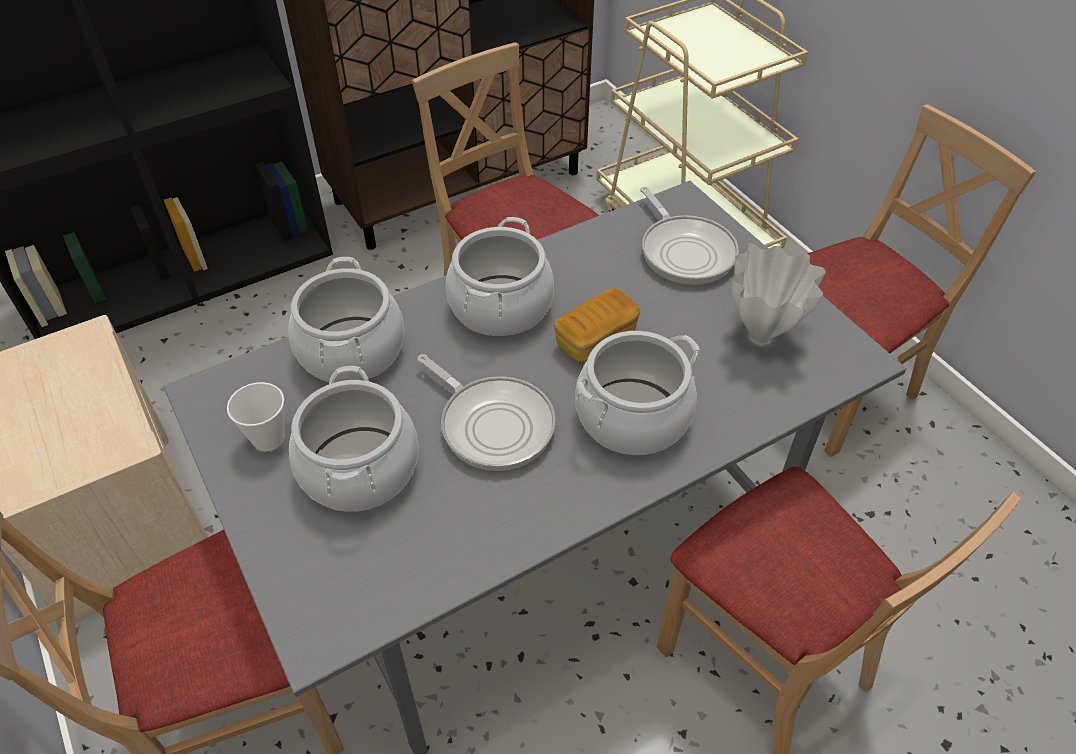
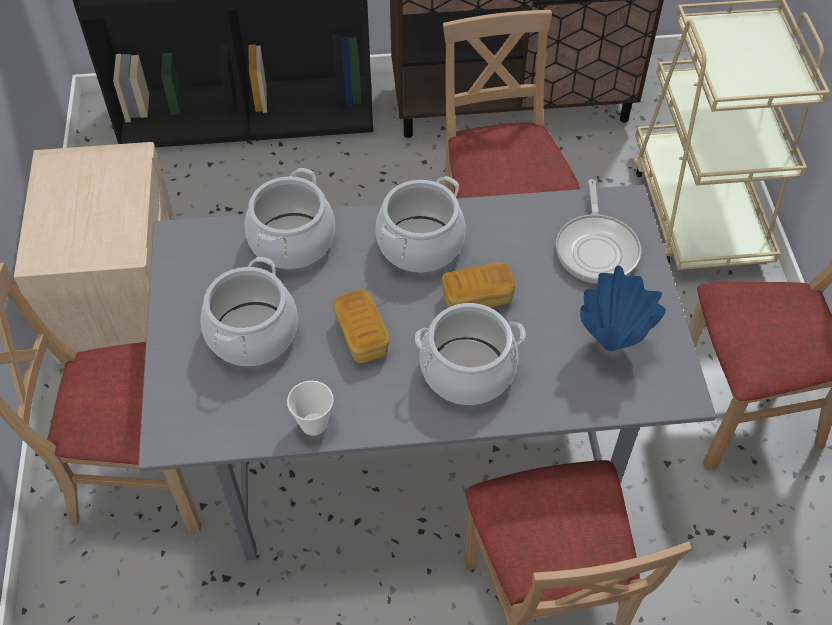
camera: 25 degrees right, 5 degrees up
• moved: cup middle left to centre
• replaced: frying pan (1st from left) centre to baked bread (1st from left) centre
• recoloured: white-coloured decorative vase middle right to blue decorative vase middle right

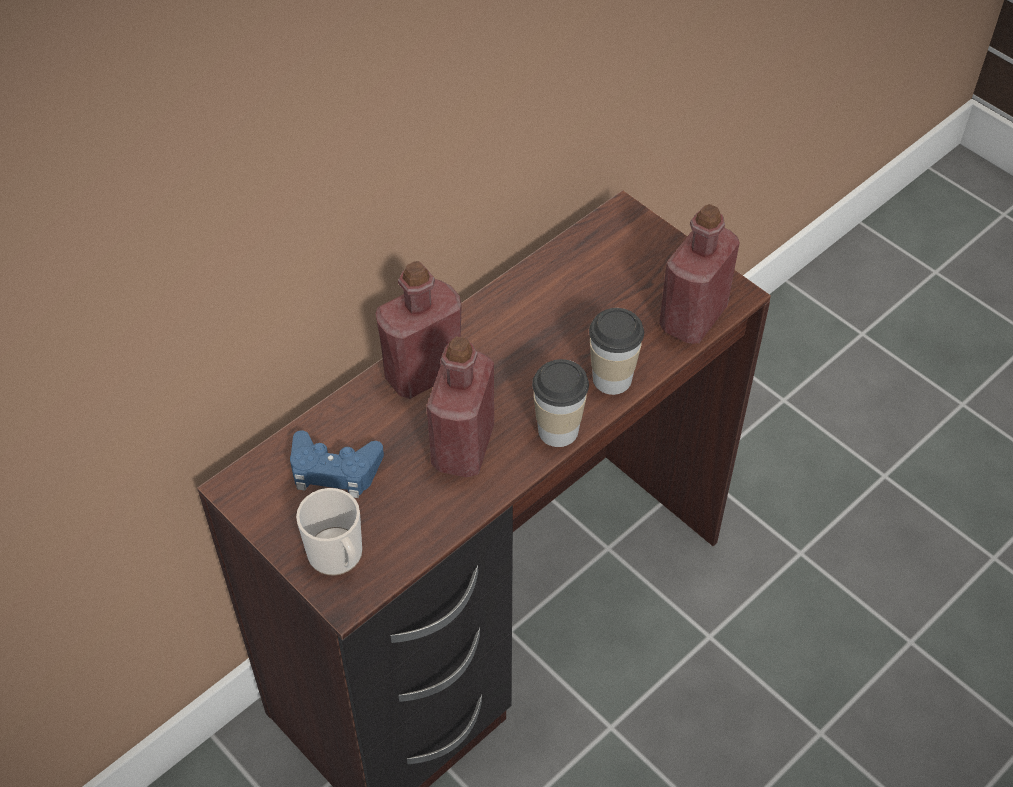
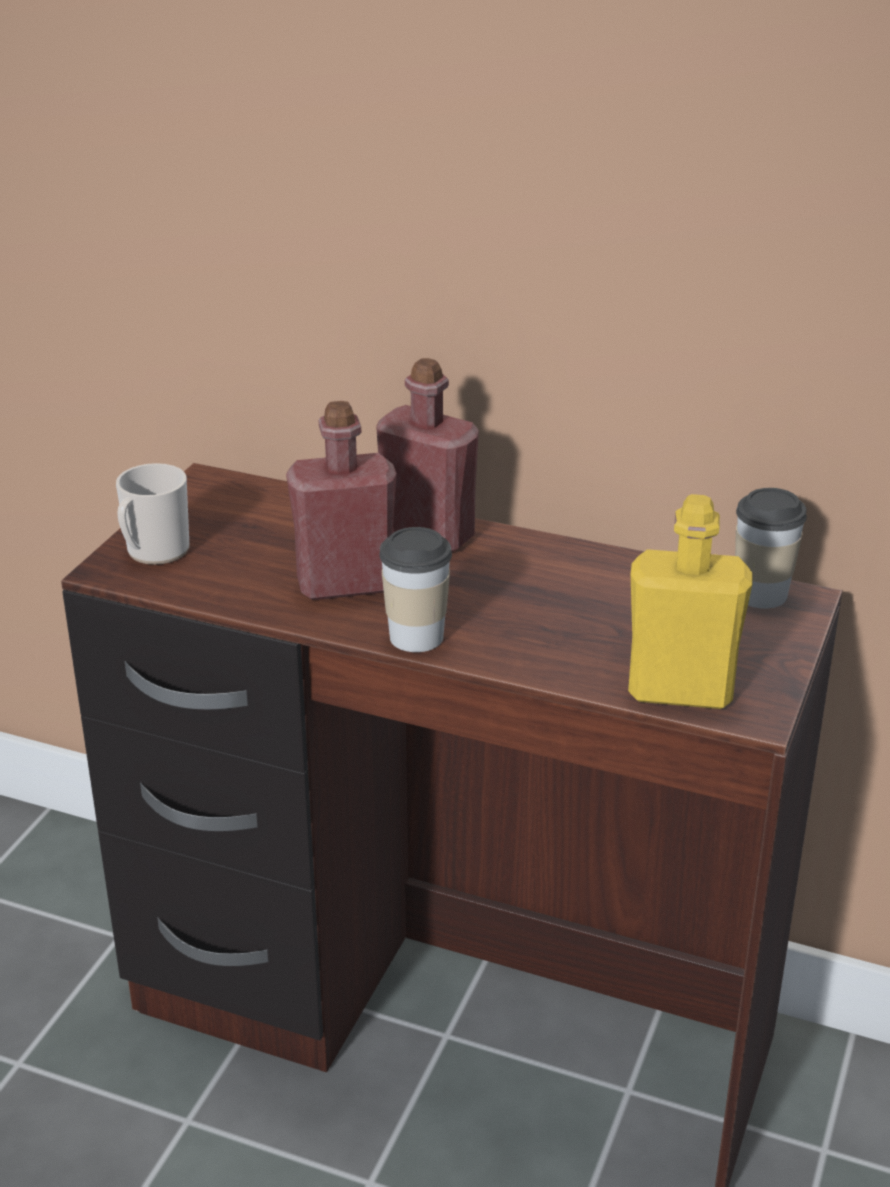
camera: 65 degrees right, 20 degrees down
• recoloured: red-coloured bottle (3rd from left) middle right to yellowish bottle middle right
• moved: cup (2nd from left) centre to middle right
• removed: blue gamepad middle left

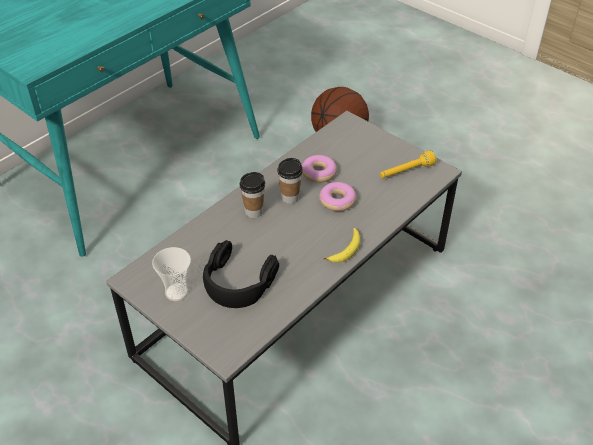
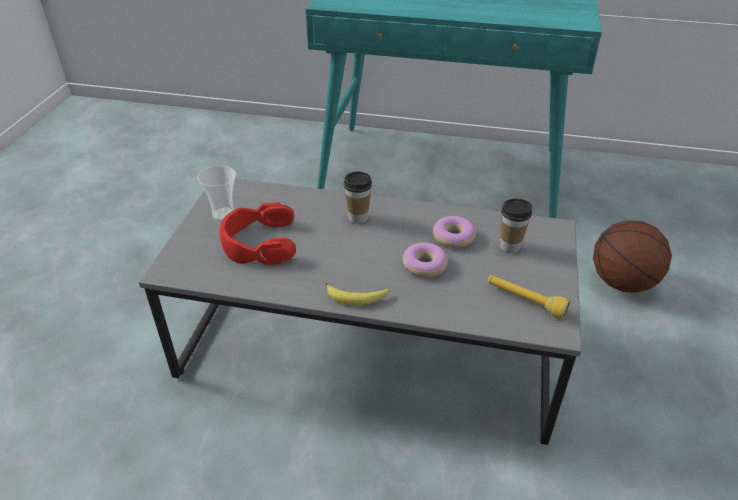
camera: 60 degrees right, 5 degrees down
• recoloured: black headphones centre to red-coloured headphones centre
• moved: cup (3rd from left) centre to middle right

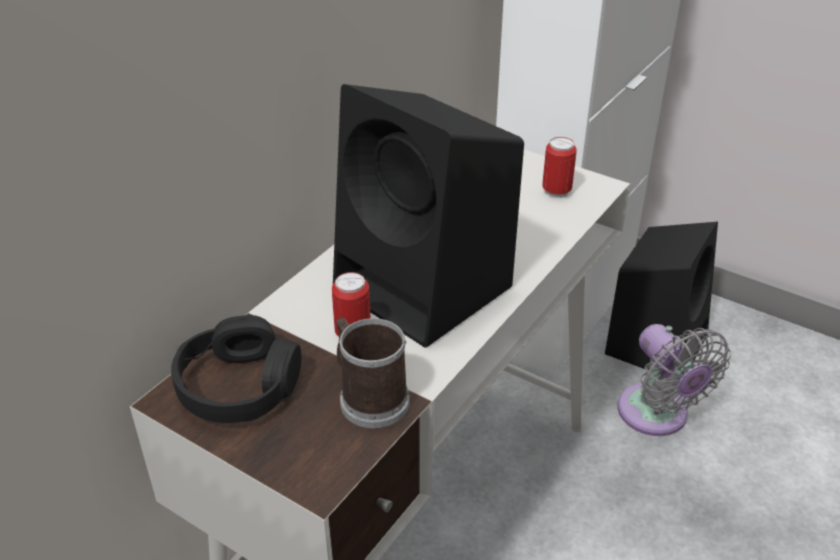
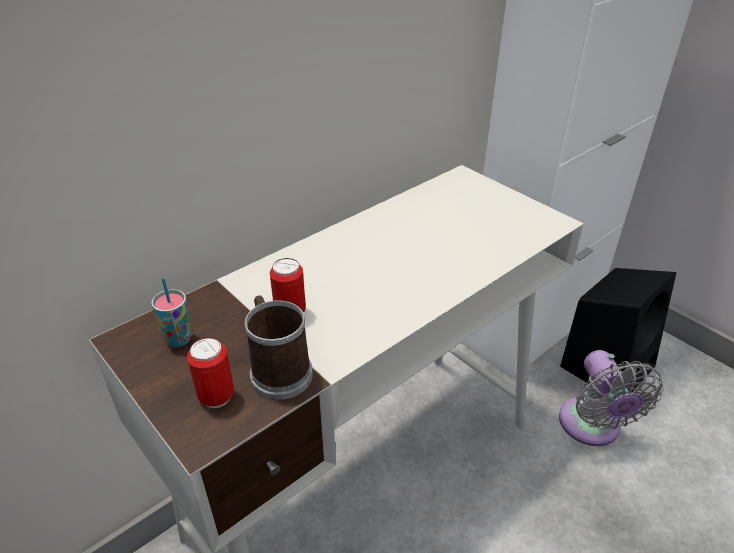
camera: 15 degrees right, 0 degrees up
• replaced: black headphones middle left to cup middle left
• moved: sealed can (2nd from left in the first image) top centre to sealed can (1st from left) bottom left
• removed: black speaker (1st from left) centre

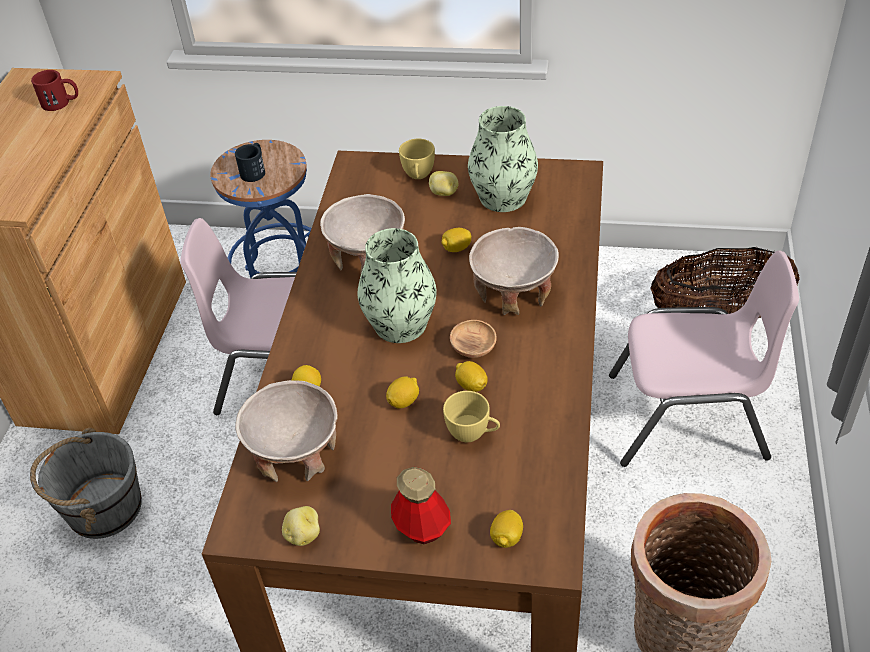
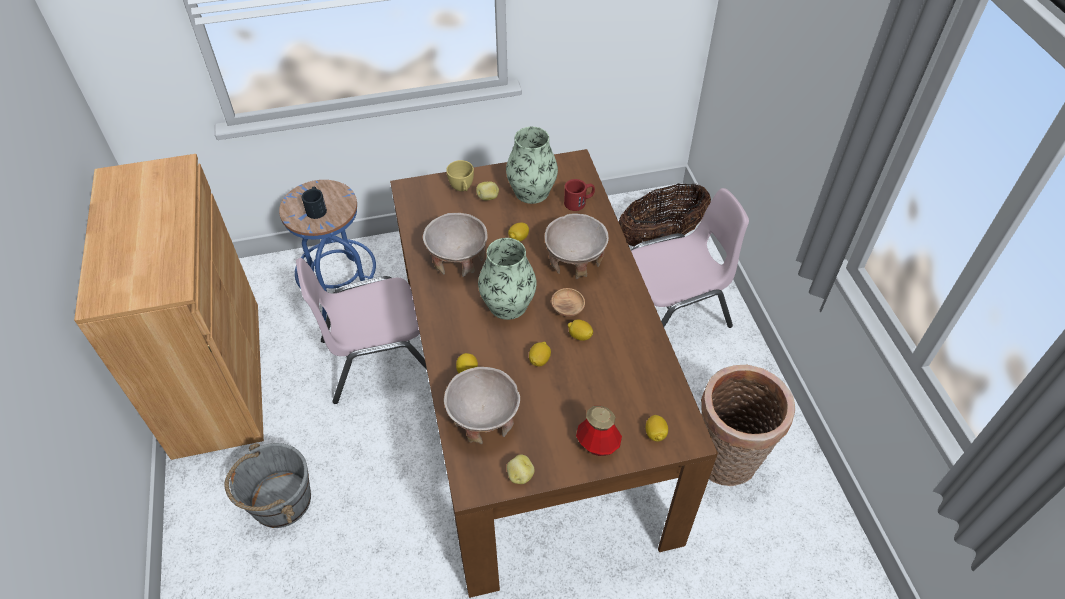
camera: 25 degrees left, 5 degrees up
• moved: red-coloured mug top left to top centre
• removed: yellowish cup (2nd from left) centre

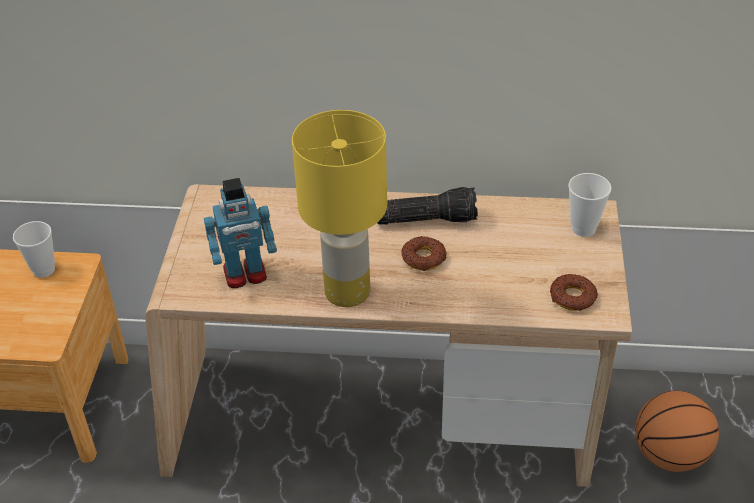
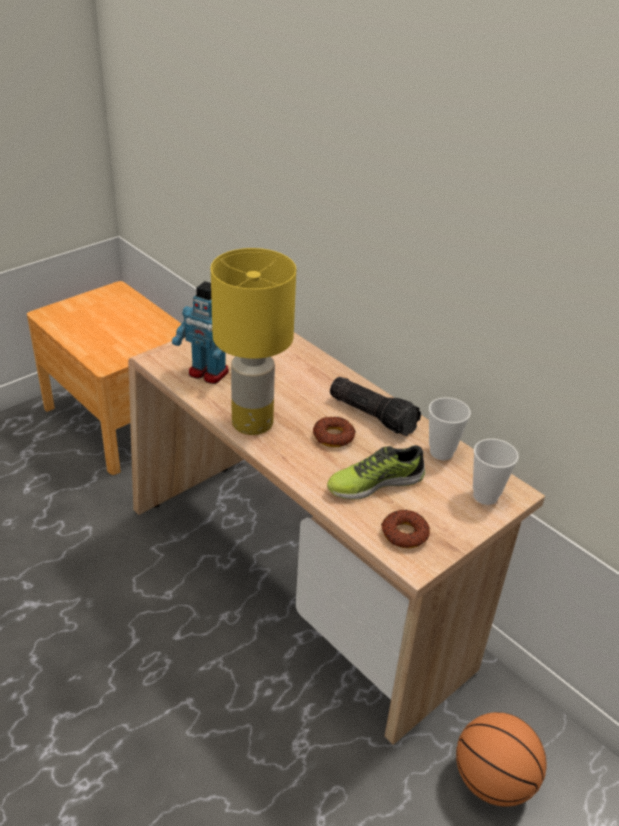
camera: 40 degrees right, 5 degrees down
• added: shoe centre
• moved: cup (1st from left) middle left to middle right

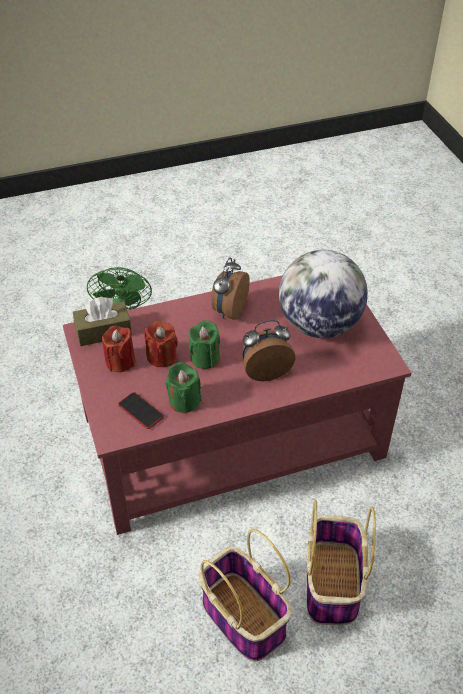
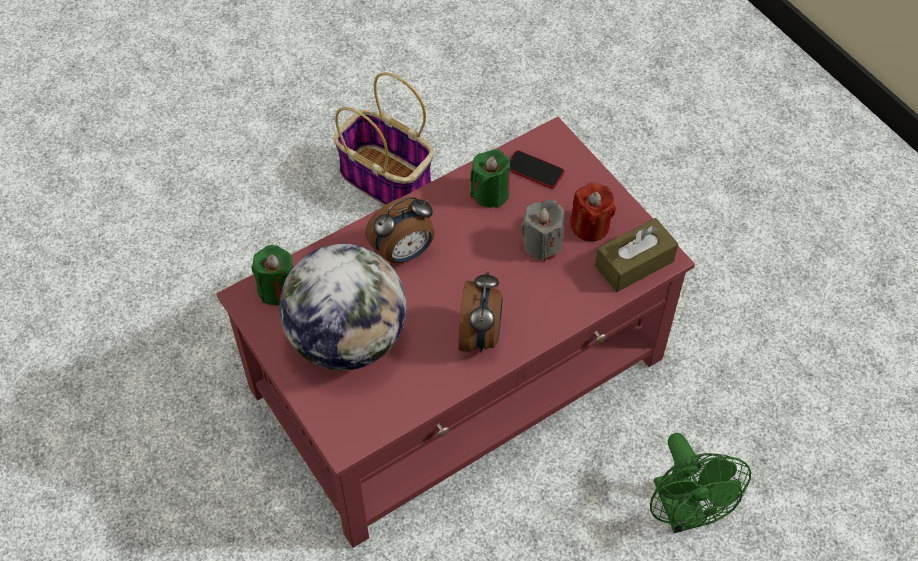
camera: 165 degrees right, 10 degrees up
• moved: greenish wax light (2nd from left in the first image) centre to greenish wax light (1st from left) middle left
• recoloured: red-coloured wax light (2nd from left) centre to greyish wax light centre
• removed: household basket (2nd from left) bottom right

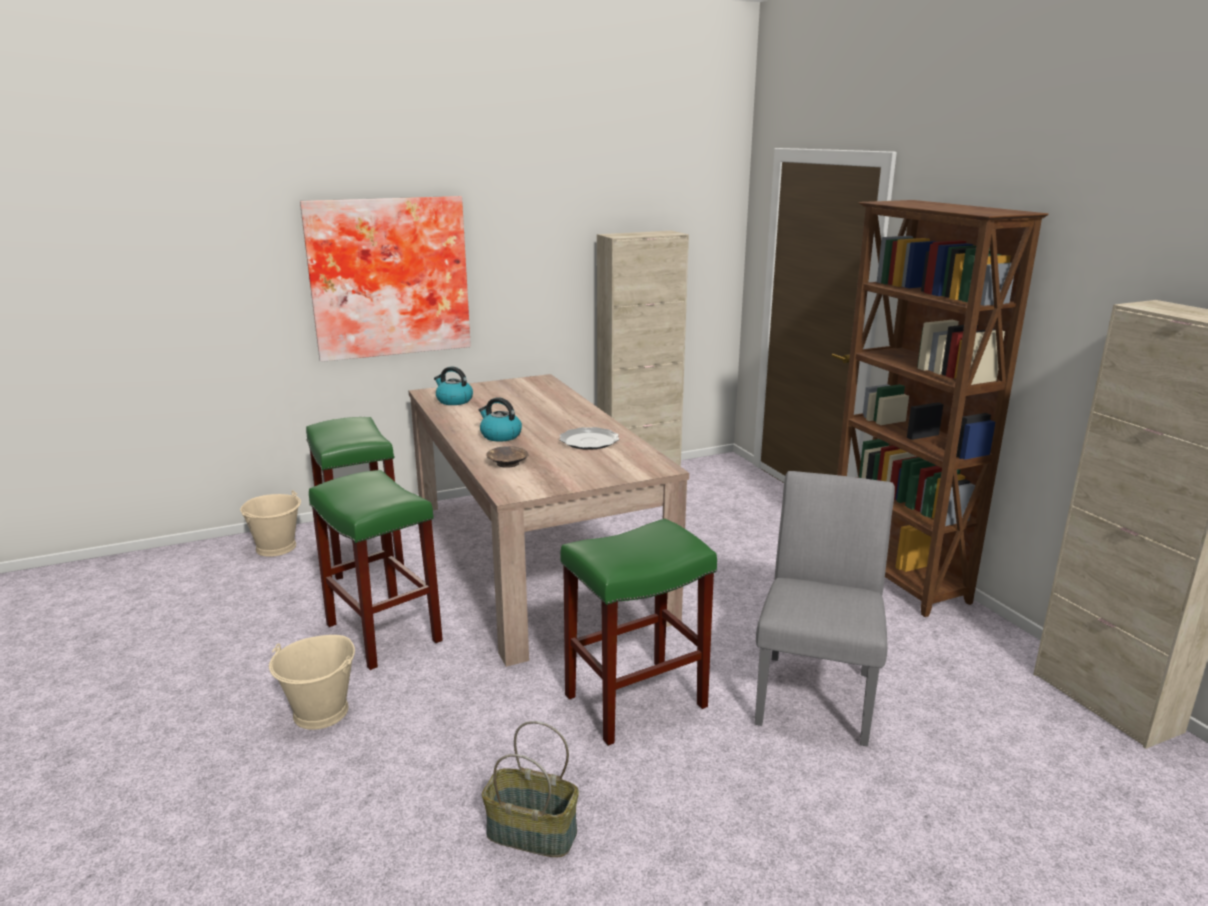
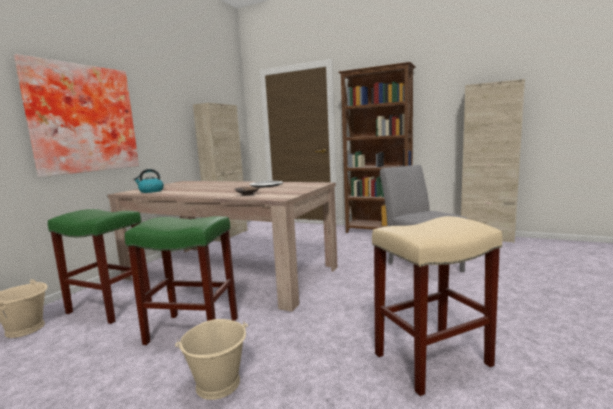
camera: 40 degrees left, 10 degrees down
• replaced: household basket bottom centre to beige-coloured stool bottom right
• removed: water kettle (2nd from left) centre
• removed: greenish stool (3rd from left) bottom centre

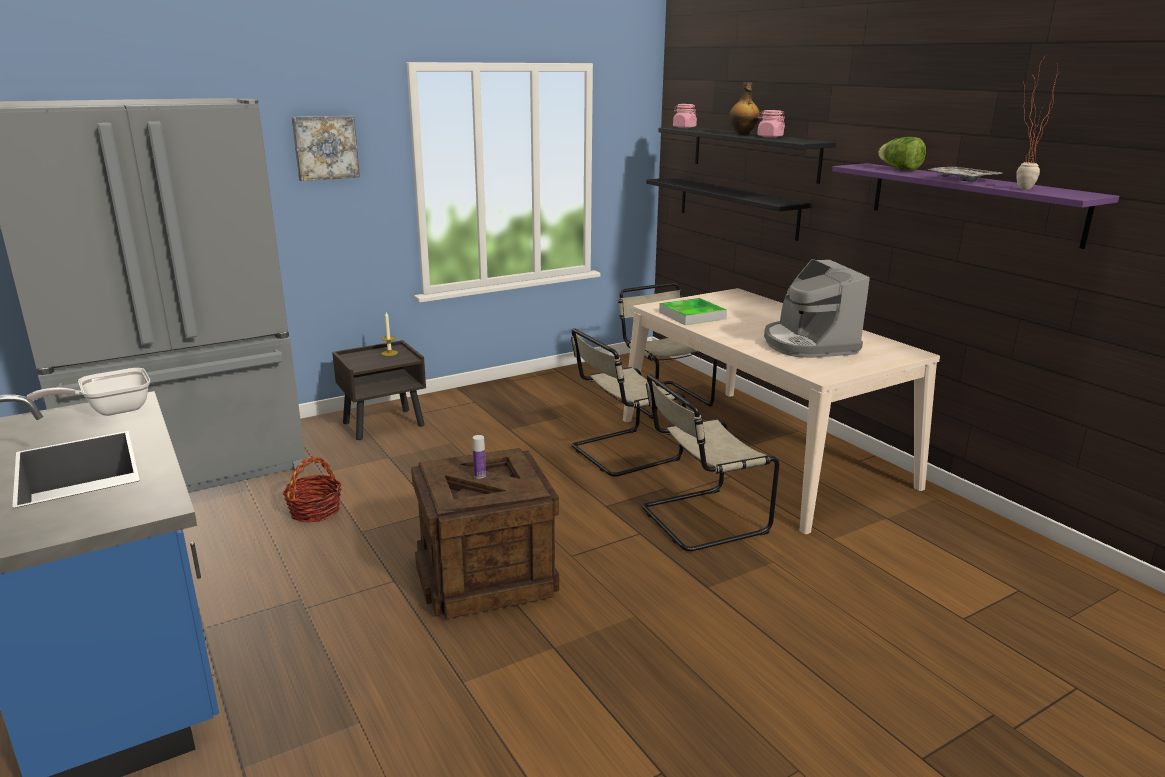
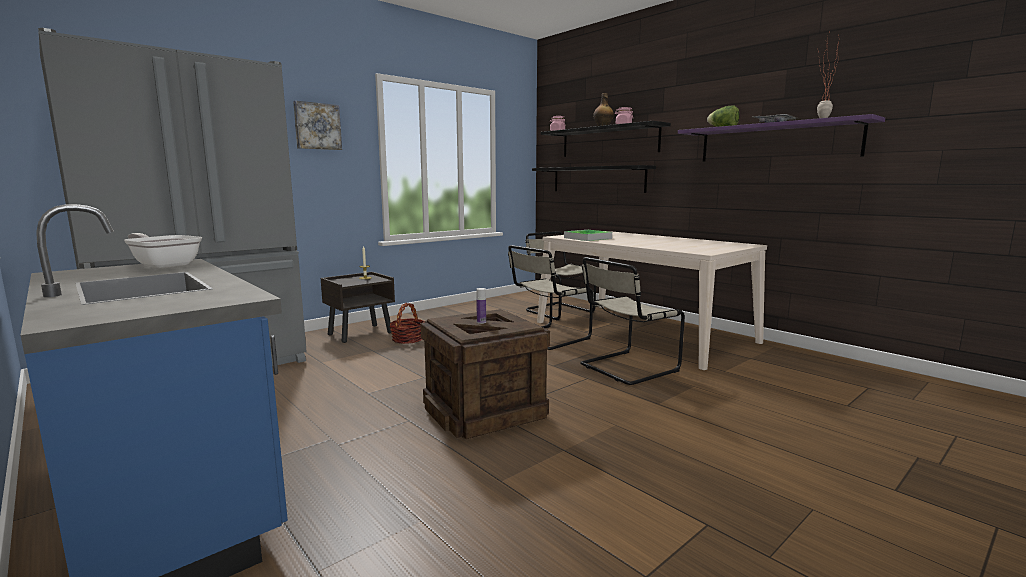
camera: 10 degrees left, 10 degrees down
• turned: frying pan middle left = middle left 75 degrees clockwise
• moved: household basket middle left to centre
• removed: coffee machine middle right

